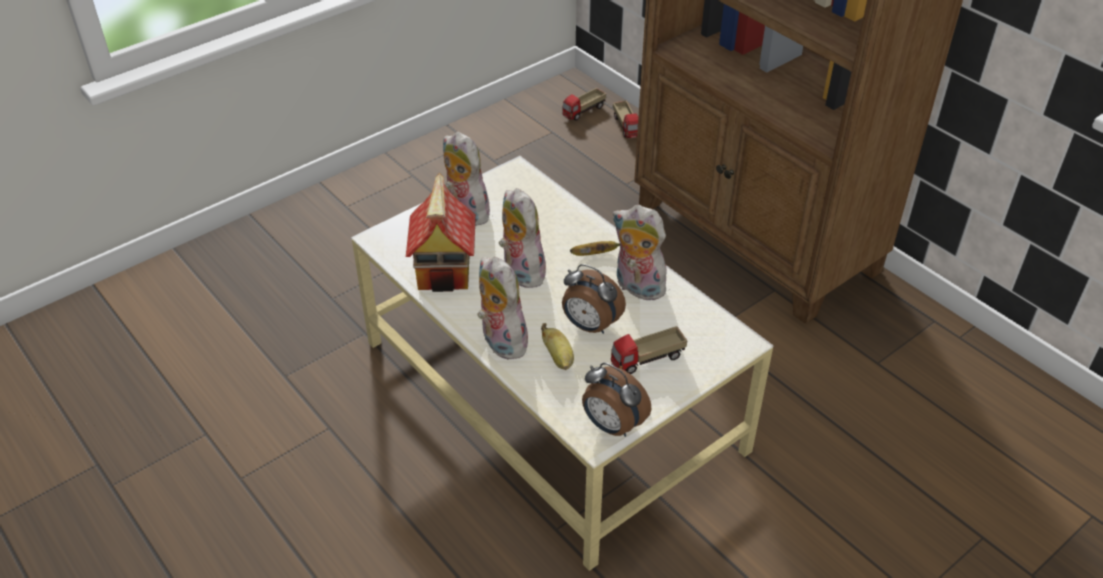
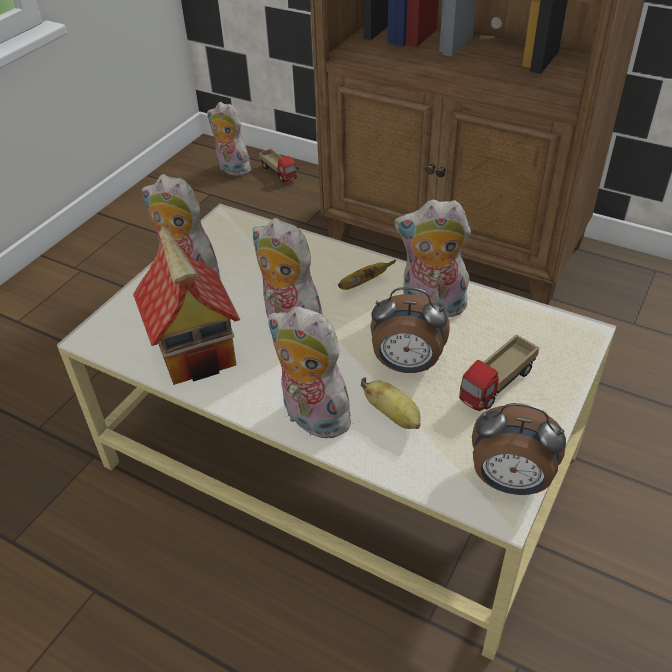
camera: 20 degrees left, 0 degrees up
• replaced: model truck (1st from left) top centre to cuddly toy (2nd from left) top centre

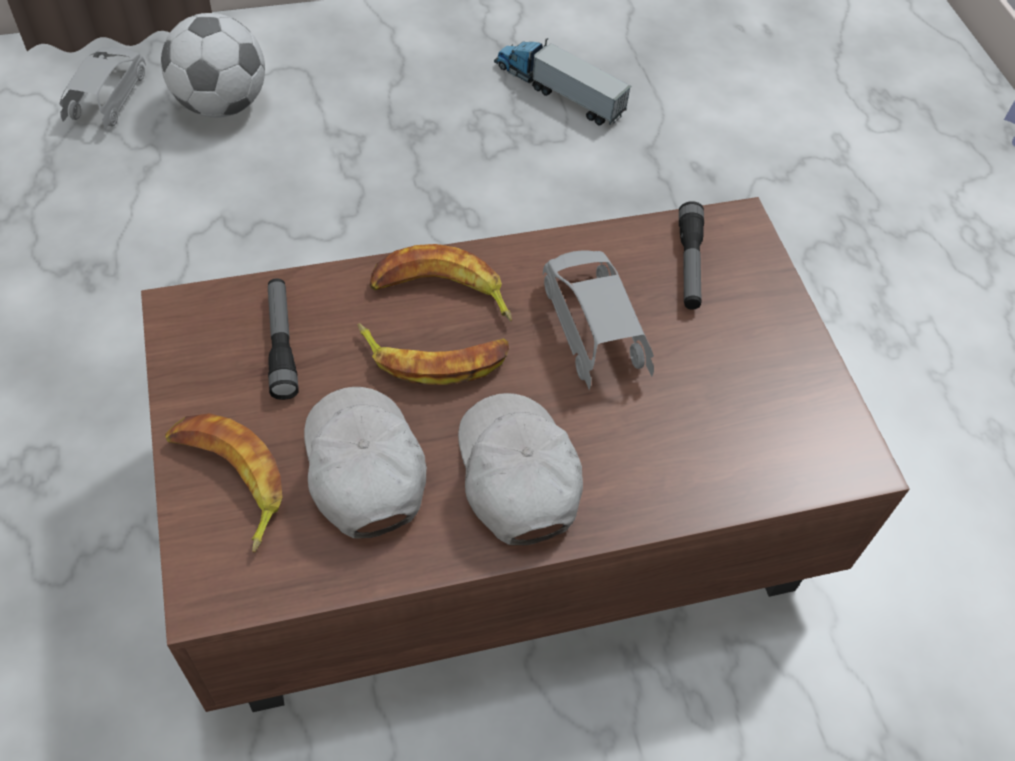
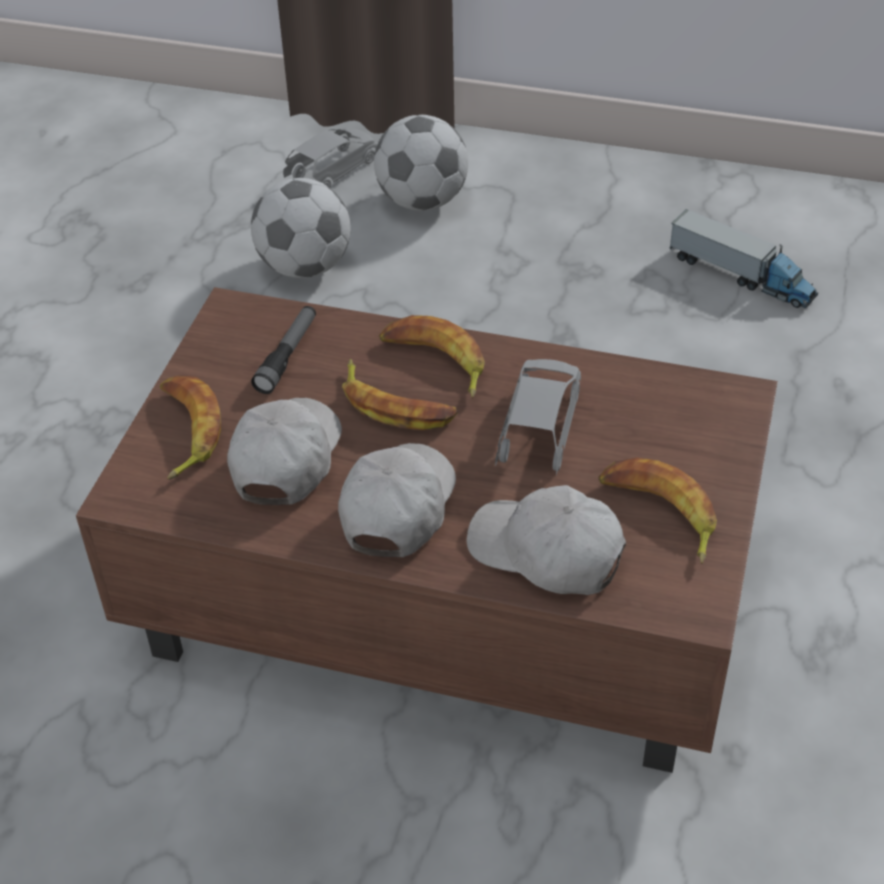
camera: 35 degrees right, 10 degrees down
• added: ball for football (1st from left) top centre
• added: white-coloured cap (3rd from left) centre
• added: banana (4th from left) middle right
• turned: model truck top centre = top right 150 degrees clockwise
• removed: hand torch (2nd from left) middle right

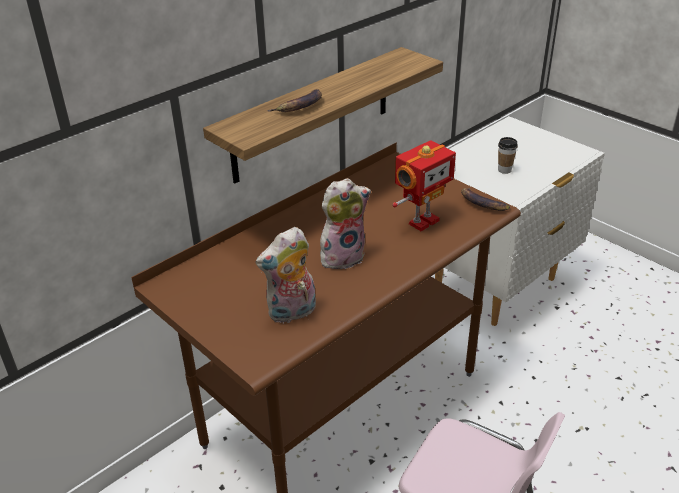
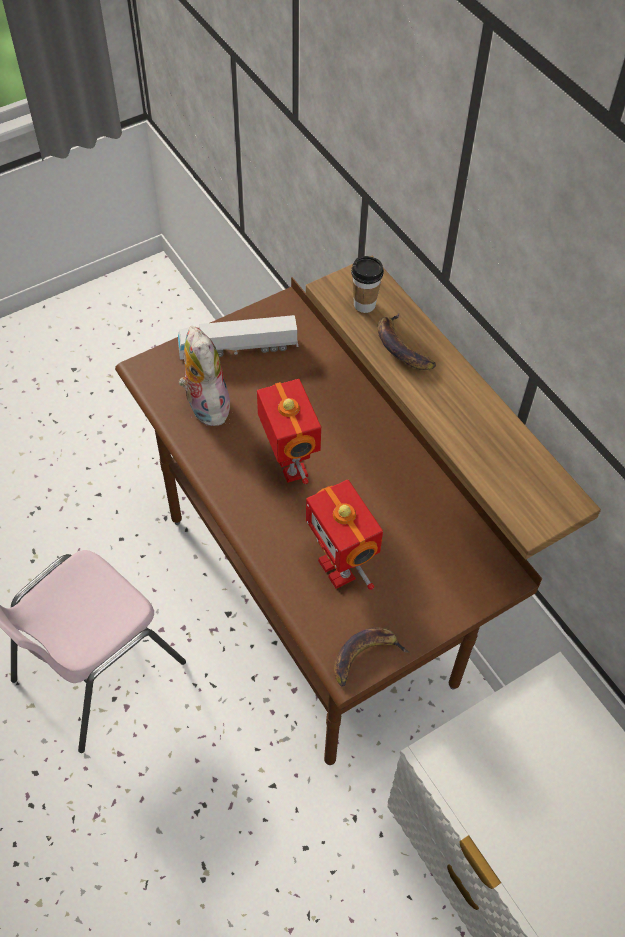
camera: 100 degrees right, 20 degrees up
• added: model truck centre
• replaced: cuddly toy (2nd from left) centre to toy robot (1st from left) centre
• moved: cup top right to top centre

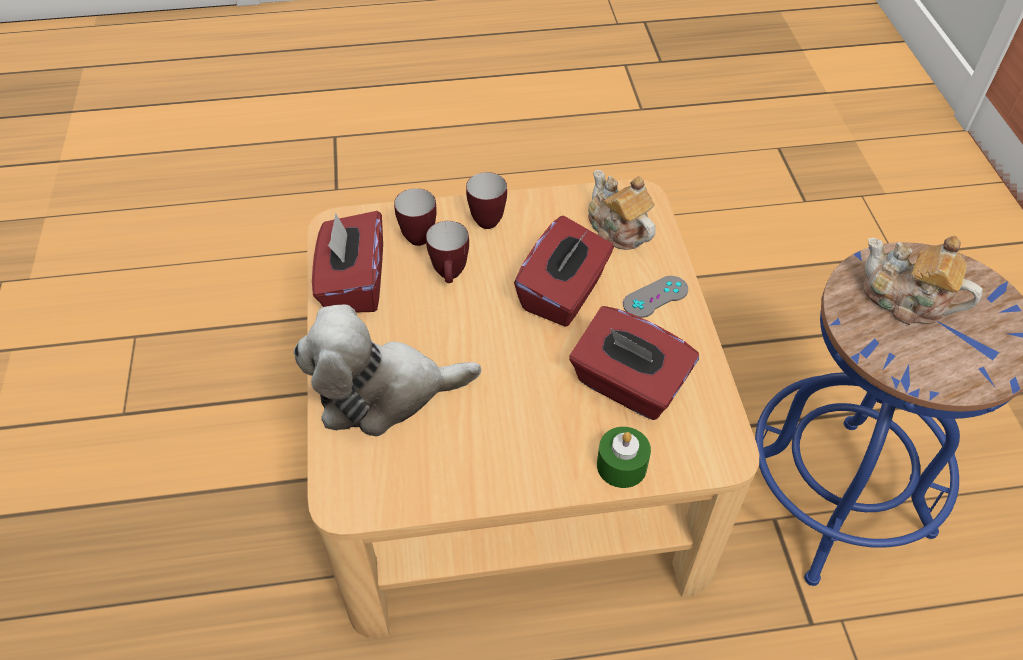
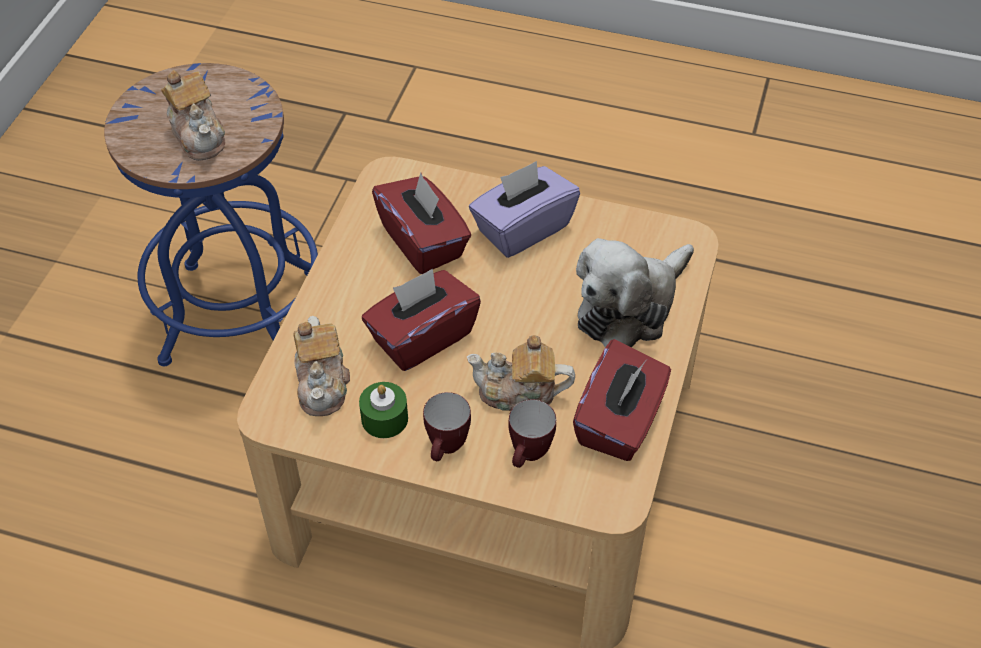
camera: 155 degrees left, 0 degrees up
• moved: greenish wax light bottom centre to centre
• replaced: mug (2nd from left) centre to tea pot (3rd from left) centre
• added: purplish tissue box top centre
• turned: cuddly toy centre = centre 120 degrees clockwise
• removed: greyish gamepad centre

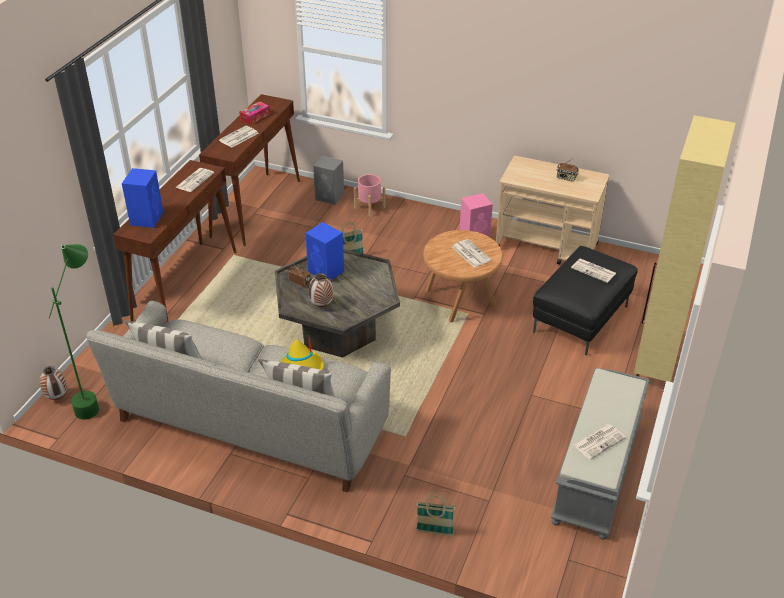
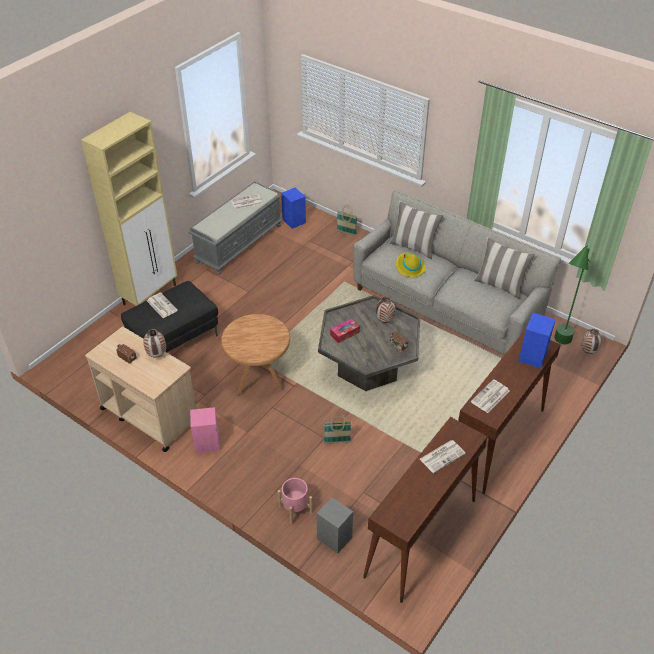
camera: 165 degrees left, 5 degrees up
• added: decorative vase (1st from left) middle left
• moved: blue speaker (2nd from left in the first image) centre to blue speaker (1st from left) top centre
• moved: tissue box top left to centre
• removed: daily paper (3rd from left) centre

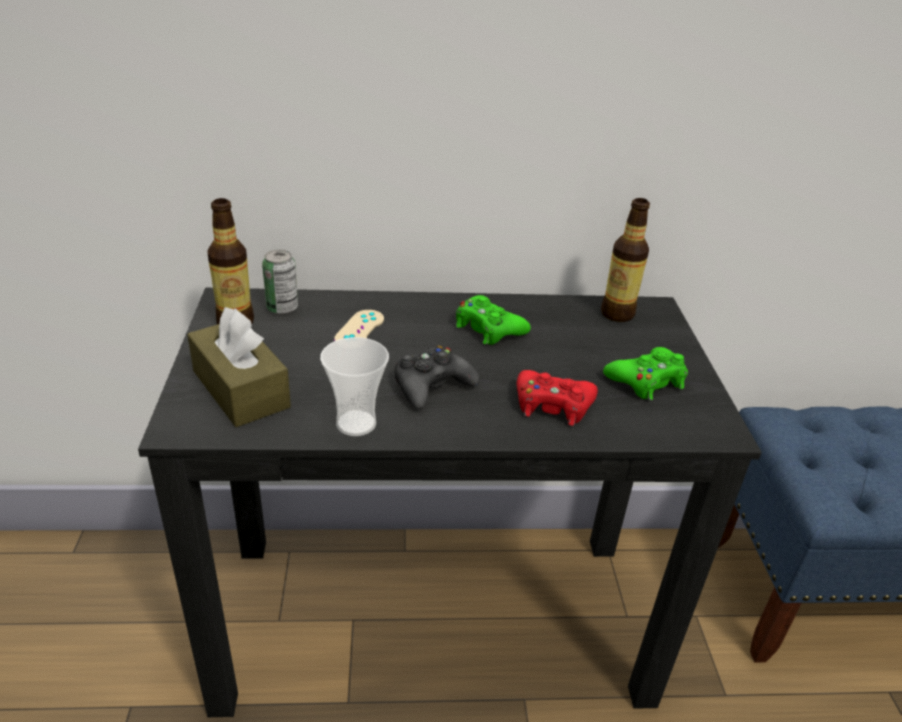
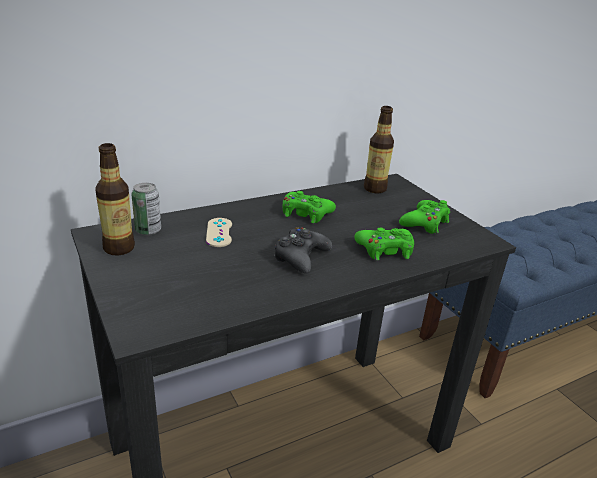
camera: 25 degrees left, 5 degrees down
• recoloured: red-coloured gamepad centre to greenish gamepad (2nd from left) centre
• removed: brown tissue box middle left
• removed: cup centre

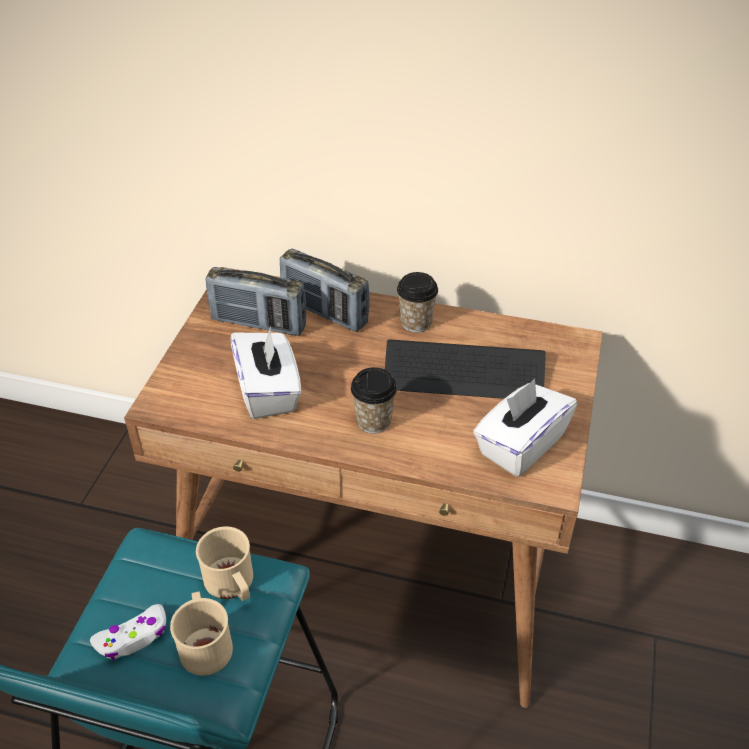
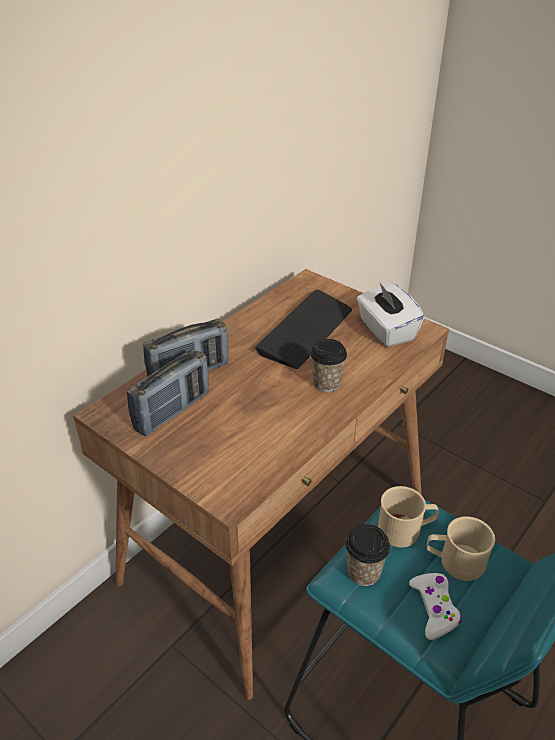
camera: 65 degrees left, 5 degrees down
• moved: cup (2nd from left) centre to bottom centre
• removed: white-coloured tissue box (1st from left) centre

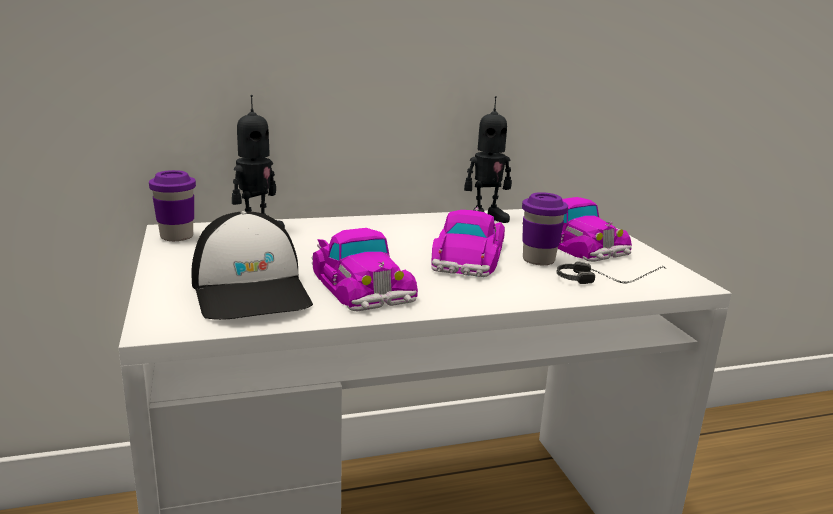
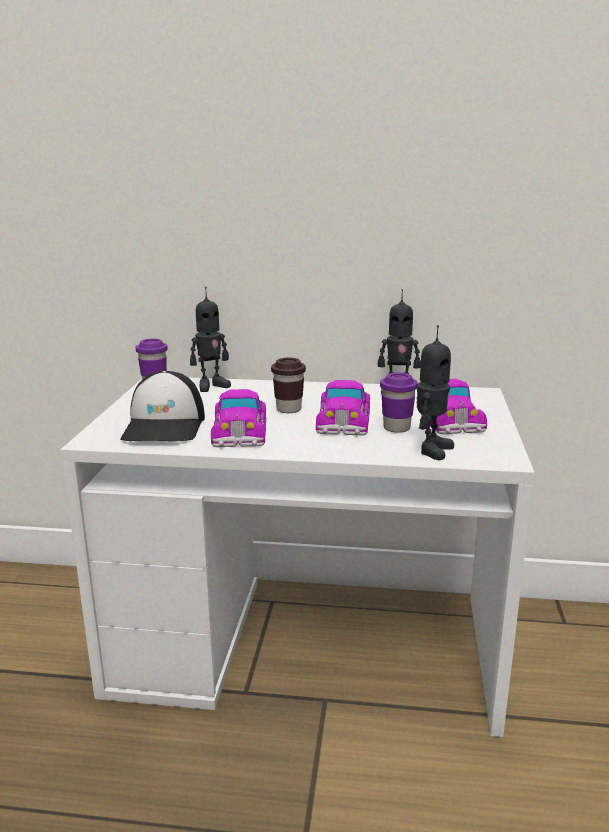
camera: 25 degrees right, 0 degrees up
• added: brown cup centre
• turned: toy car (2nd from left) centre = centre 150 degrees clockwise
• replaced: headphones middle right to toy robot (3rd from left) middle right

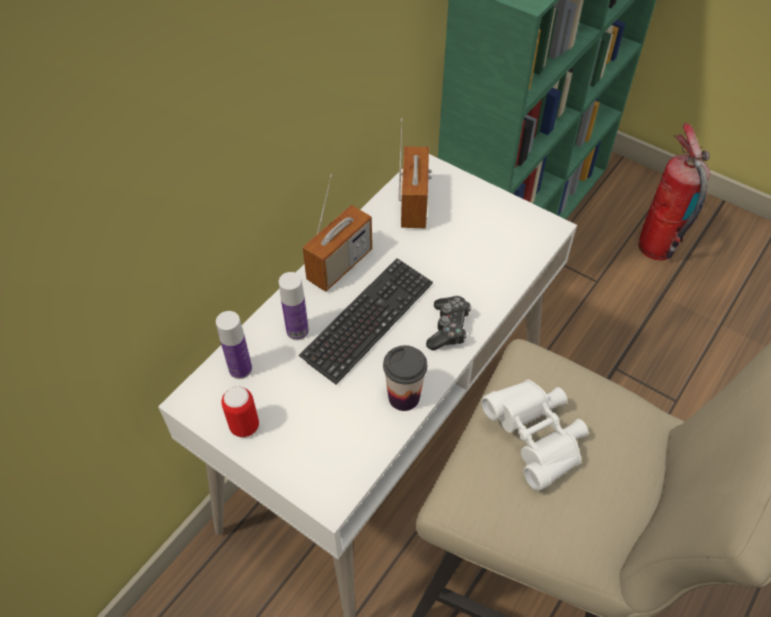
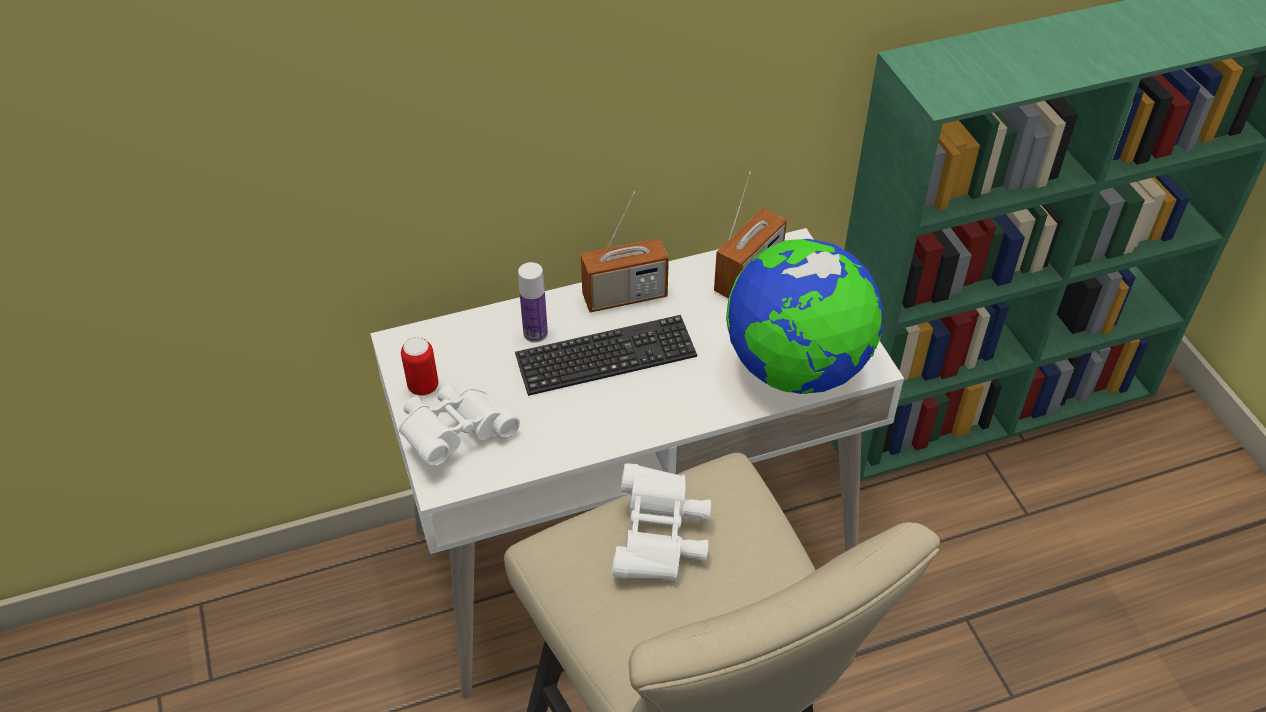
camera: 35 degrees right, 5 degrees down
• added: white-coloured field glasses (1st from left) centre
• added: world globe centre
• removed: bottle (1st from left) middle left
• removed: cup centre
• removed: gamepad centre
• removed: fire-fighting cylinder top right

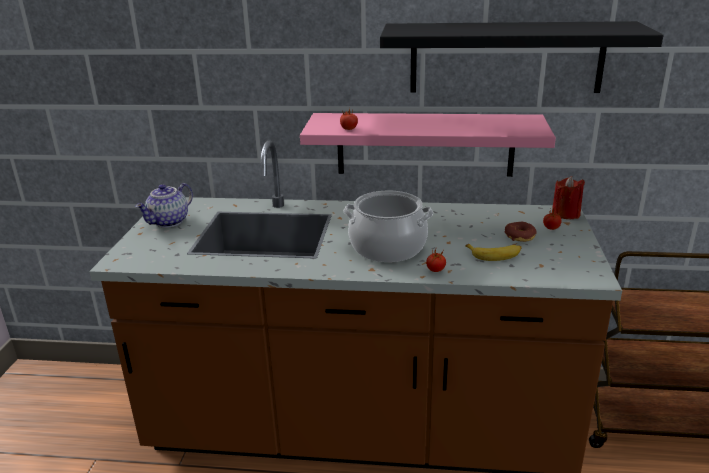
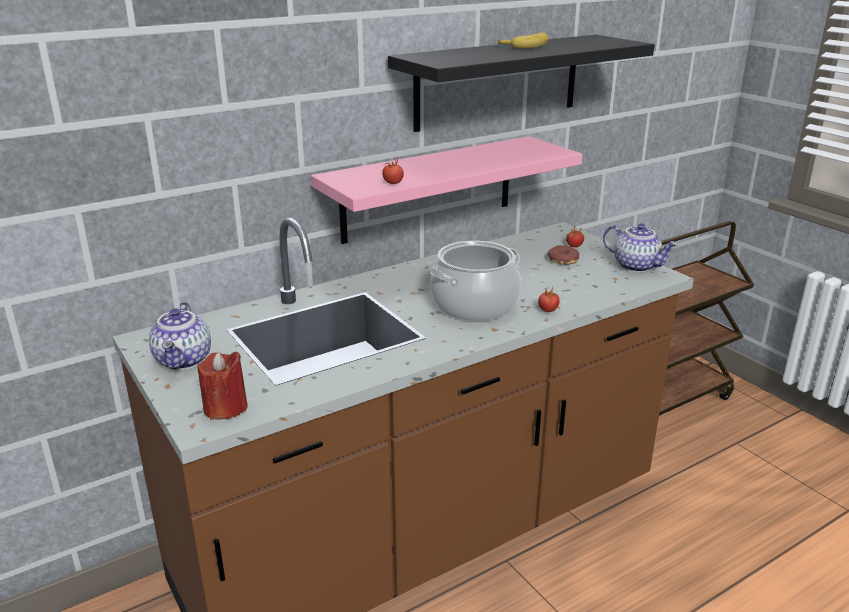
camera: 40 degrees left, 0 degrees up
• moved: red-coloured wax light middle right to middle left
• moved: banana middle right to top centre
• added: tea pot (2nd from left) middle right

